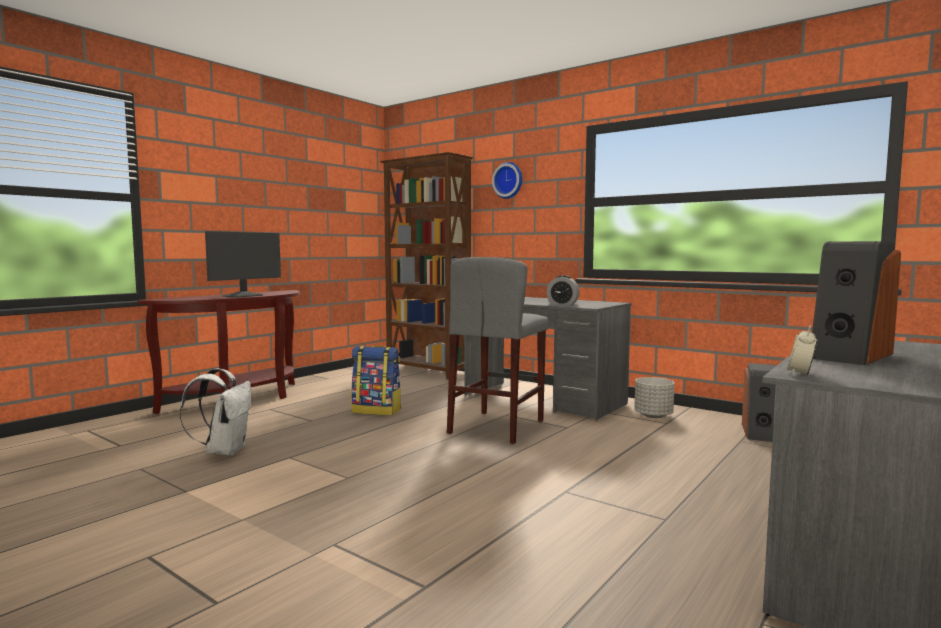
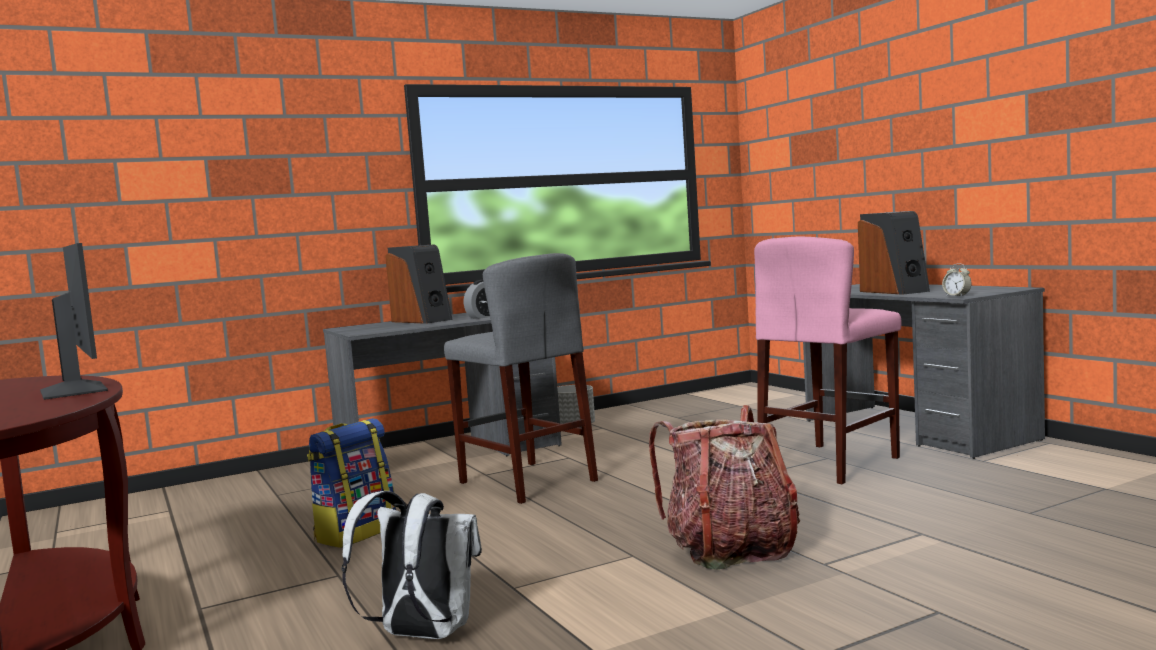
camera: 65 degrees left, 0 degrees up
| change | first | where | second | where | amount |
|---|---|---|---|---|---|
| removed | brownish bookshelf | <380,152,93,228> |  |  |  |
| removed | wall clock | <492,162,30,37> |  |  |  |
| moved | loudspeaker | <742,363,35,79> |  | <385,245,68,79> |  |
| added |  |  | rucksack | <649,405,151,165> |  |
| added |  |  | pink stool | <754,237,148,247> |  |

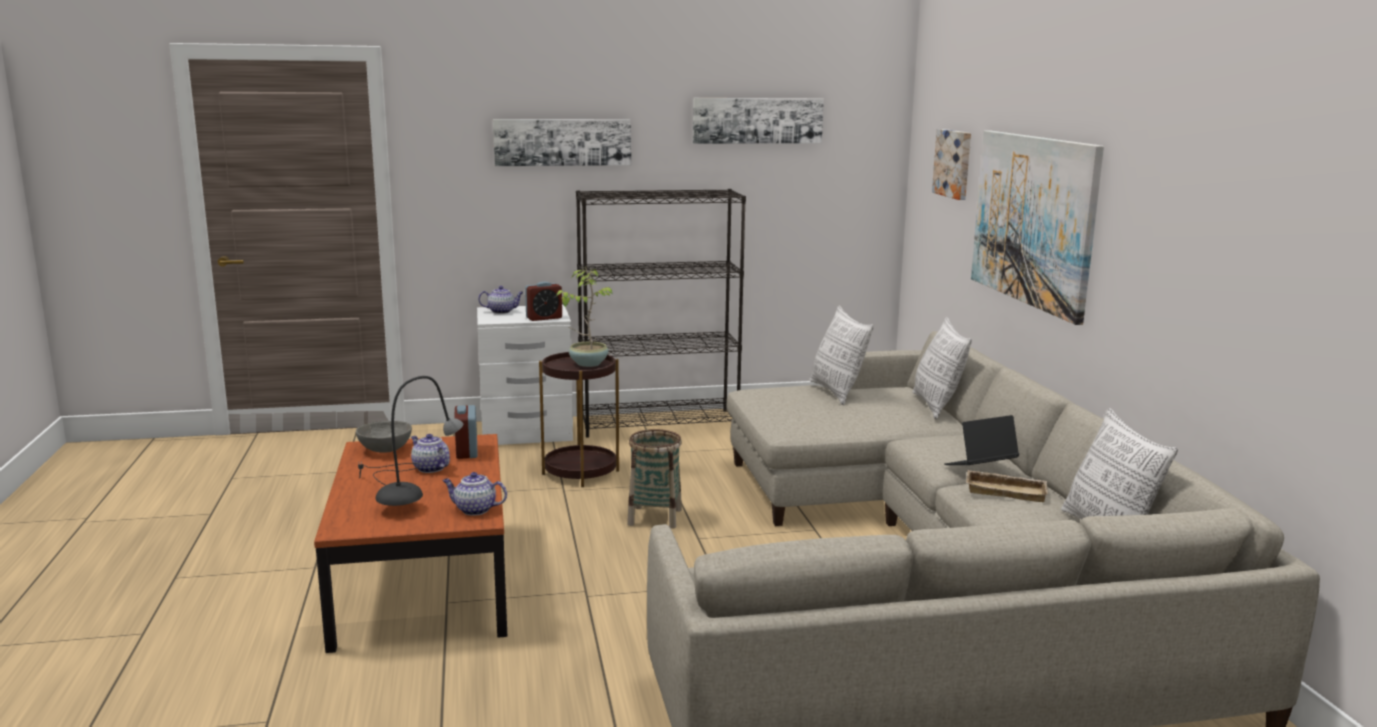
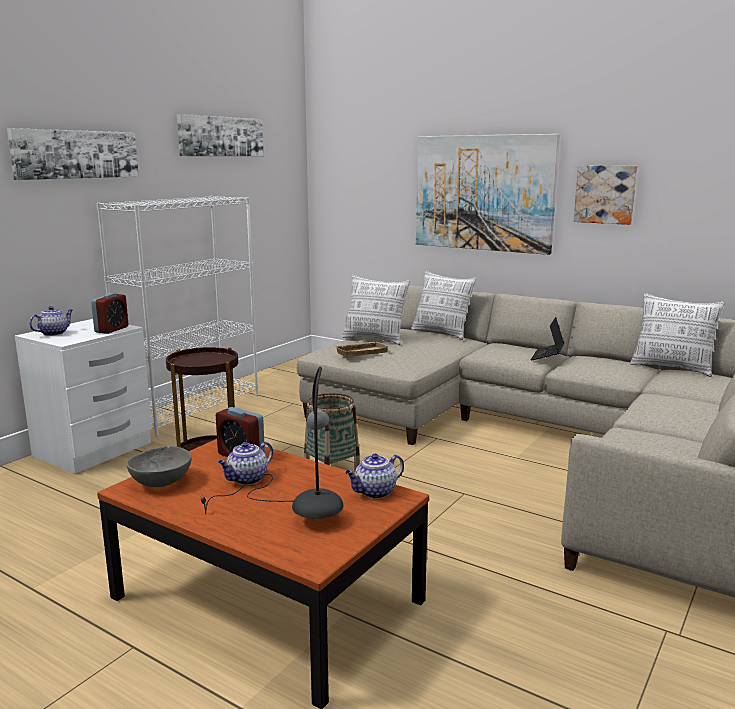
camera: 45 degrees left, 0 degrees up
| change | first | where | second | where | amount |
|---|---|---|---|---|---|
| turned | teapot | <411,434,39,39> |  | <218,442,55,43> | 45 degrees counterclockwise |
| removed | plant in a pot | <556,267,56,100> |  |  |  |
| recoloured | black bookshelf | <576,189,170,249> | white-coloured bookshelf | <96,196,162,241> |  |
| moved | picture | <932,129,39,71> |  | <574,165,63,60> |  |
| moved | beige serving tray | <966,470,82,32> |  | <335,342,54,16> |  |

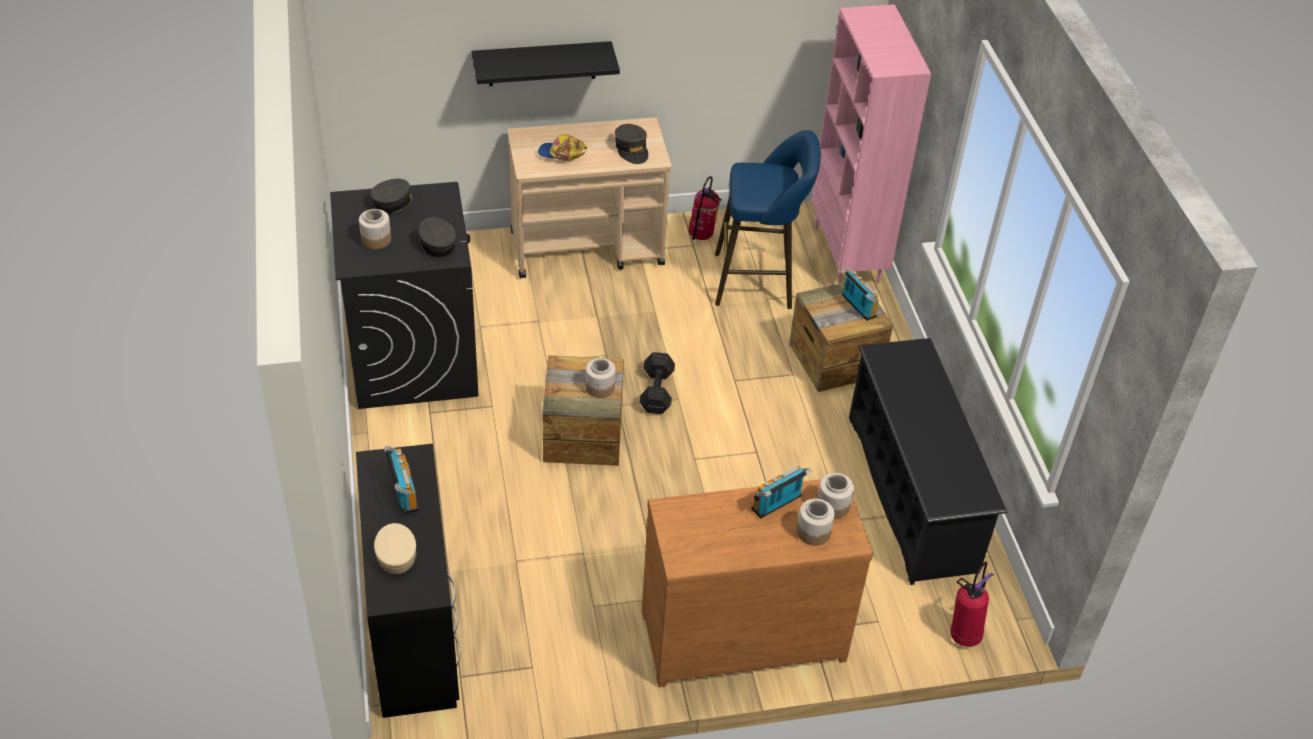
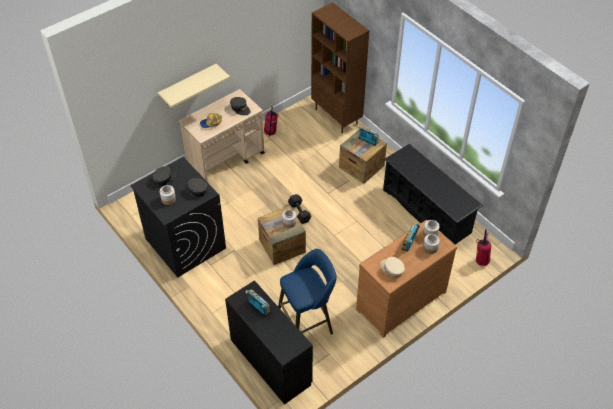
camera: 25 degrees left, 5 degrees up
| change | first | where | second | where | amount |
|---|---|---|---|---|---|
| moved | beige baseball cap | <374,523,43,51> |  | <380,257,25,21> |  |
| recoloured | black shelf | <472,41,148,45> | beige shelf | <158,64,72,44> |  |
| moved | blue stool | <715,130,106,179> |  | <278,249,59,86> |  |
| recoloured | pink bookshelf | <811,4,120,280> | brownish bookshelf | <311,2,58,131> |  |

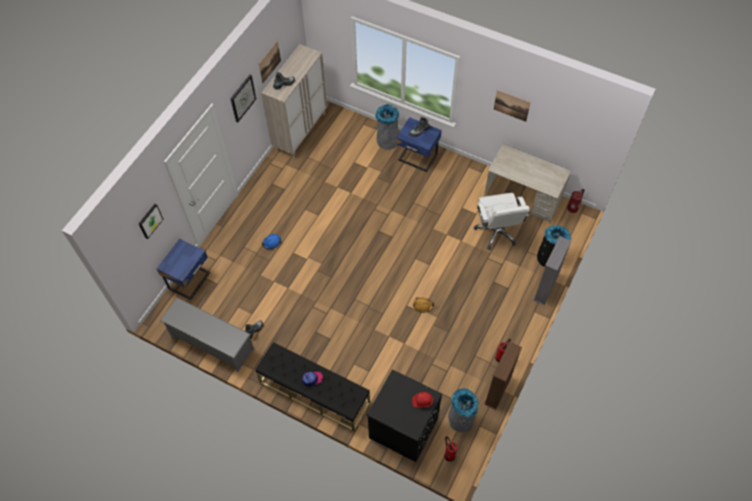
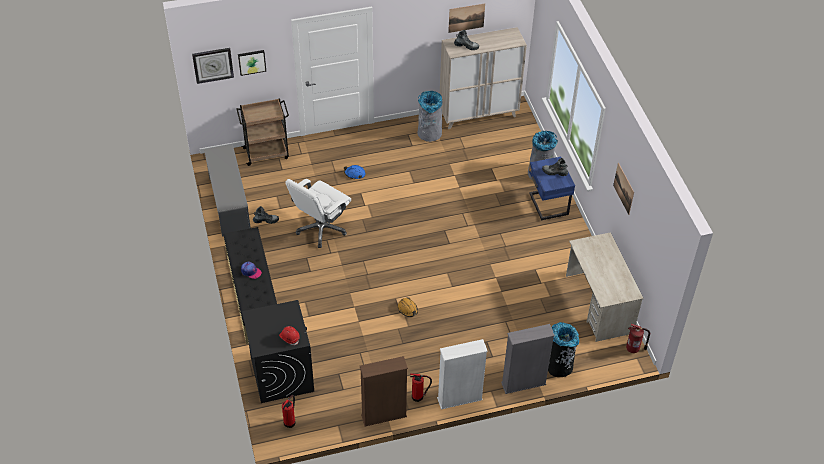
camera: 45 degrees right, 10 degrees down
| change | first | where | second | where | amount |
|---|---|---|---|---|---|
| replaced | blue nightstand | <157,239,53,61> | brownish trolley | <236,98,53,68> |  |
| moved | wall clock | <230,75,26,48> |  | <192,48,42,36> |  |
| moved | gray waste bin | <448,388,30,44> |  | <417,91,26,51> |  |
| moved | white-coloured computer chair | <474,193,55,57> |  | <285,179,66,69> |  |
| added |  |  | white-coloured bookshelf | <437,339,51,70> |  |

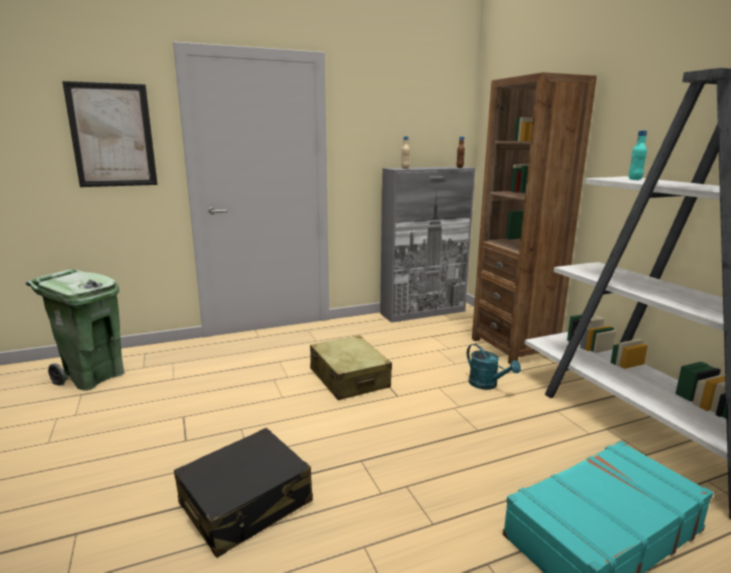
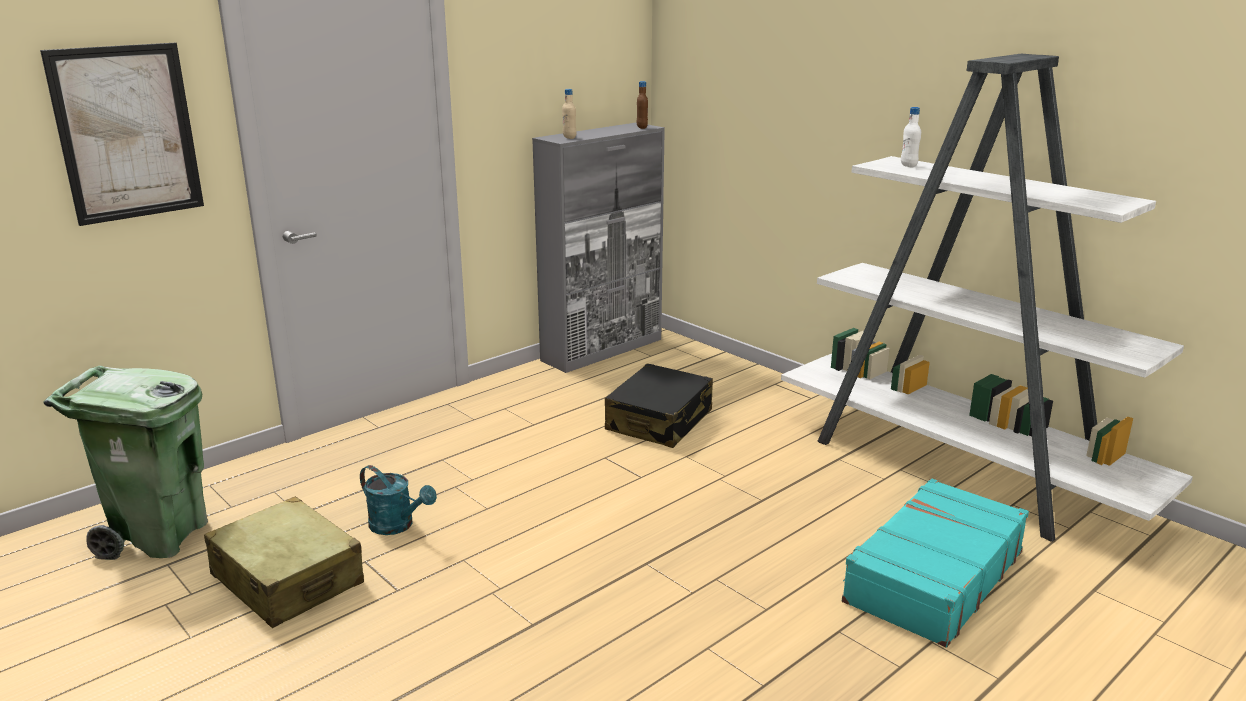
camera: 20 degrees left, 5 degrees up
| change | first | where | second | where | amount |
|---|---|---|---|---|---|
| moved | black travel case | <174,428,139,130> |  | <605,364,108,84> |  |
| moved | beige travel case | <310,335,82,65> |  | <204,496,160,132> |  |
| moved | turquoise-coloured watering can | <467,344,54,46> |  | <360,465,77,70> |  |
| removed | brownish bookshelf | <472,72,125,292> |  |  |  |
| recoloured | turquoise-coloured drink bottle | <629,130,18,50> | white-coloured drink bottle | <901,107,20,60> |  |

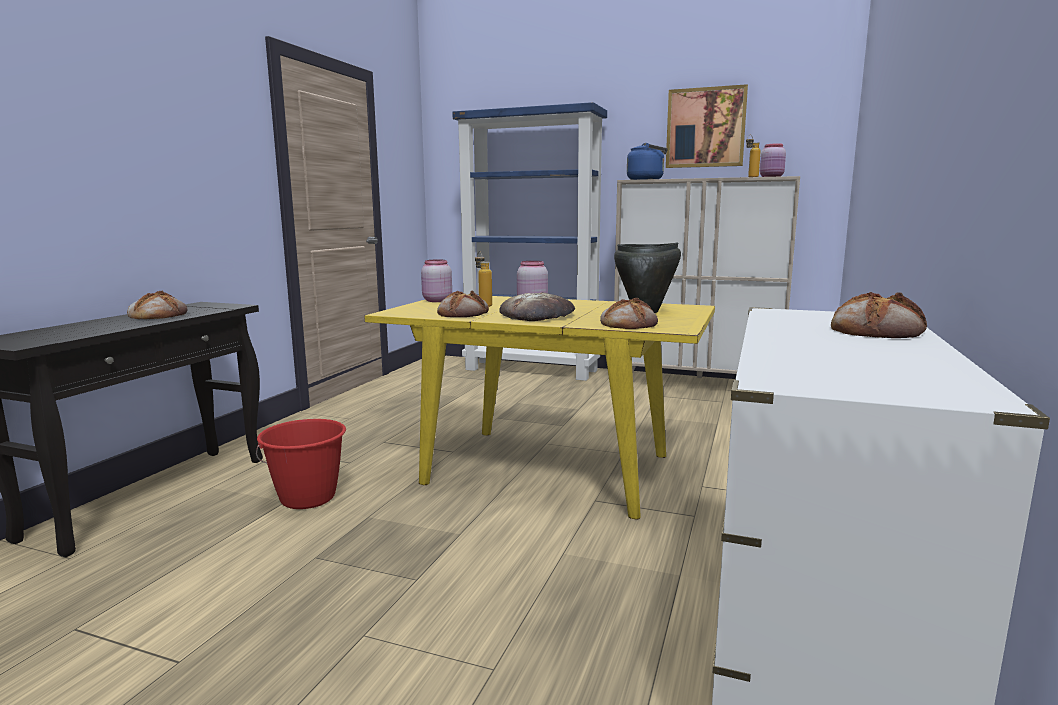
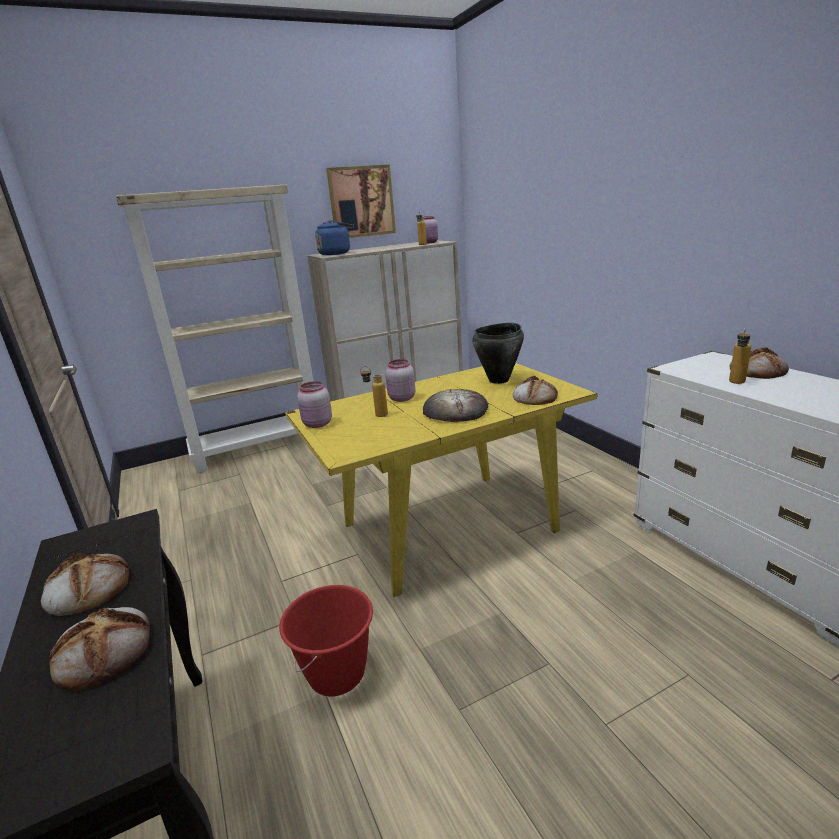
camera: 45 degrees left, 10 degrees up
| change | first | where | second | where | amount |
|---|---|---|---|---|---|
| moved | bread | <437,291,52,26> |  | <49,607,101,84> |  |
| recoloured | blue bookshelf | <452,102,155,279> | beige bookshelf | <116,184,198,289> |  |
| added |  |  | drink bottle | <729,328,22,56> |  |

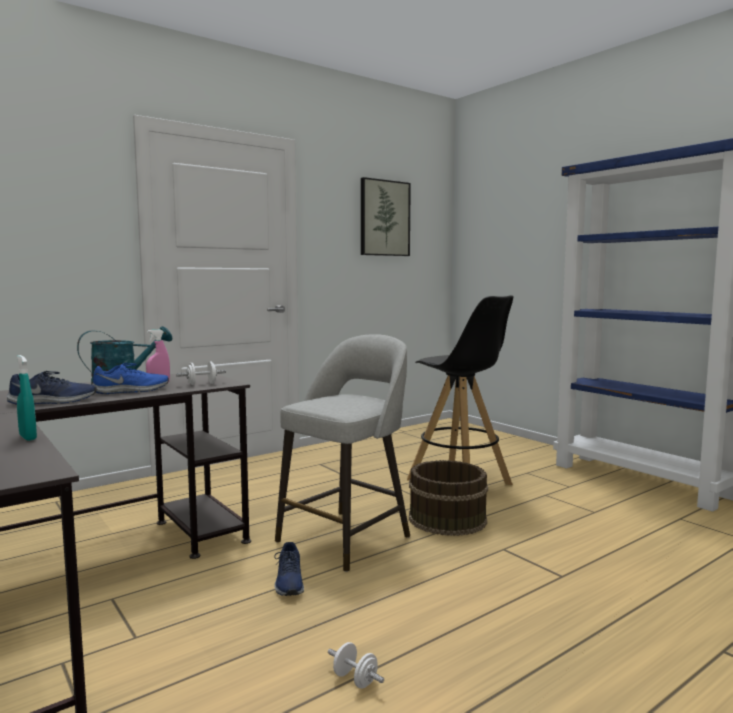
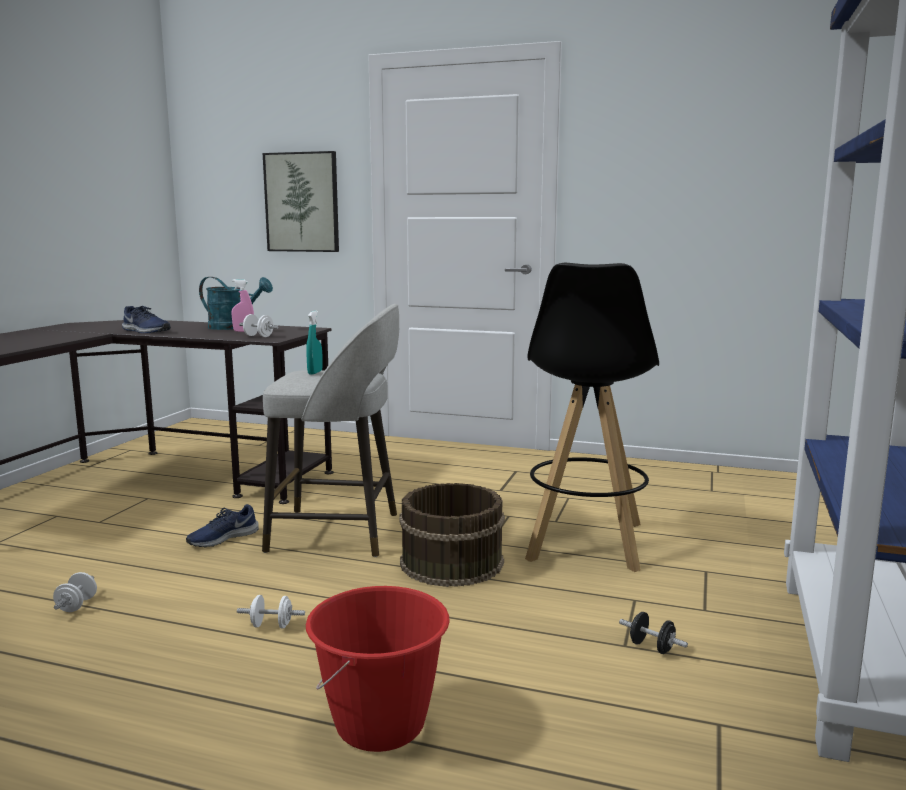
camera: 55 degrees right, 5 degrees up
| change | first | where | second | where | amount |
|---|---|---|---|---|---|
| moved | turquoise-coloured sprayer | <17,355,20,86> |  | <306,311,17,64> |  |
| removed | blue low shoe | <92,363,77,31> |  |  |  |
| moved | picture | <361,177,50,79> |  | <263,151,76,101> |  |
| added |  |  | white-coloured free weight | <237,595,68,33> |  |
| added |  |  | red pail | <306,586,144,166> |  |
| added |  |  | black free weight | <619,612,69,42> |  |

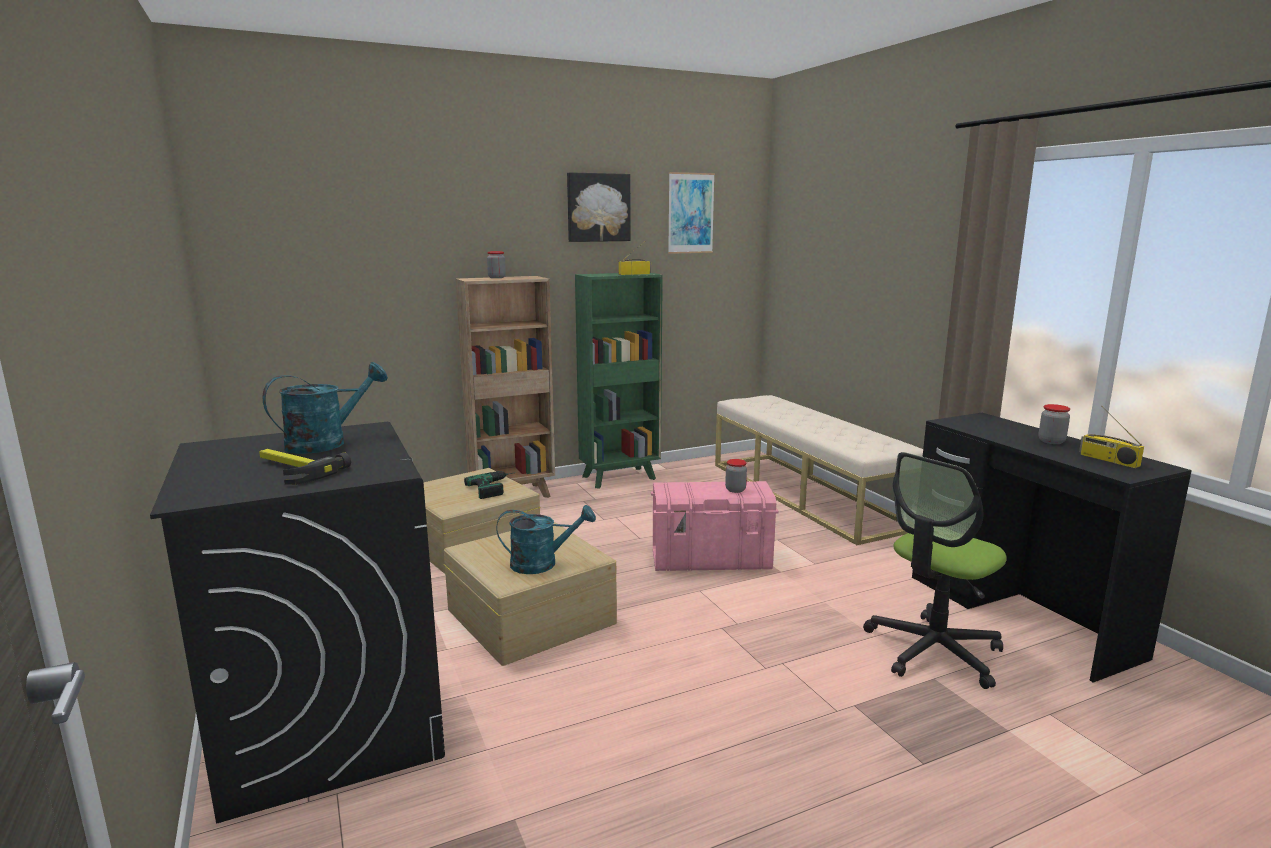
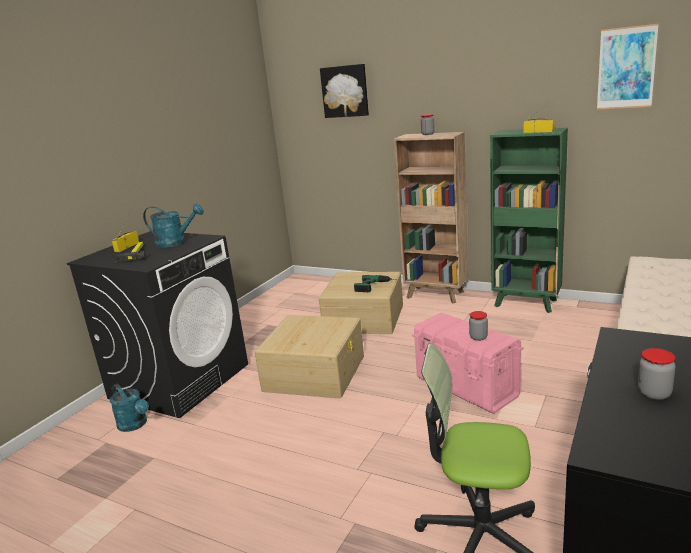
camera: 55 degrees right, 5 degrees up
| change | first | where | second | where | amount |
|---|---|---|---|---|---|
| moved | turquoise-coloured watering can | <497,505,99,69> |  | <110,384,39,48> |  |
| moved | picture | <567,172,63,70> |  | <320,64,49,54> |  |
| moved | radio receiver | <1079,406,65,62> |  | <111,214,28,38> |  |

